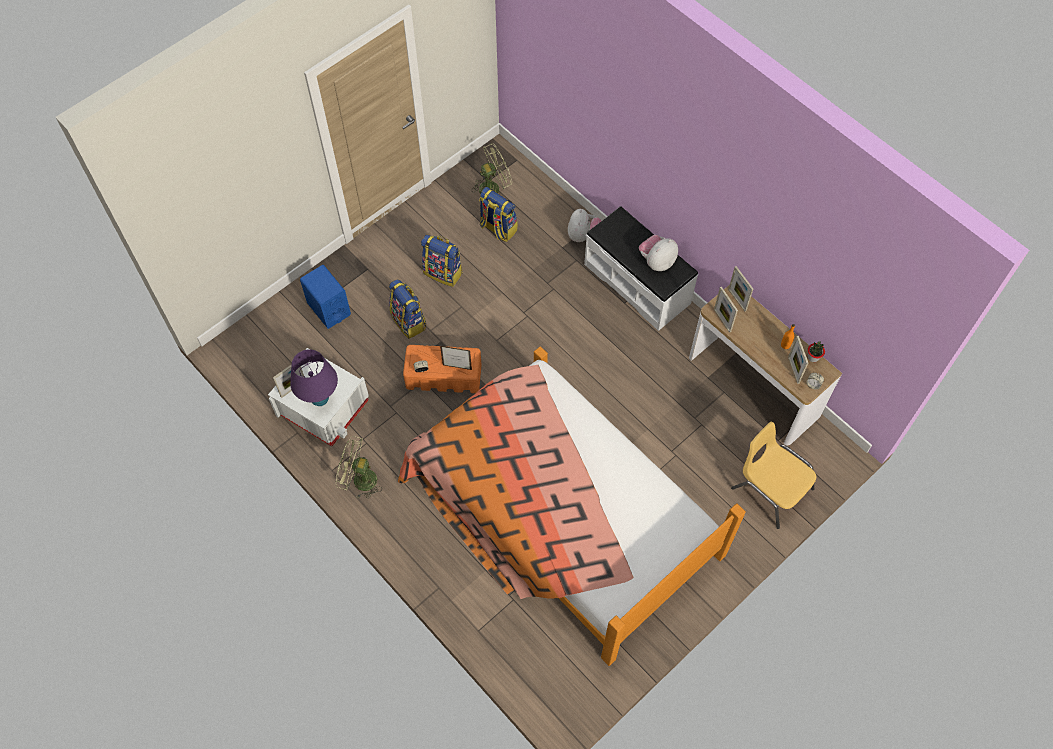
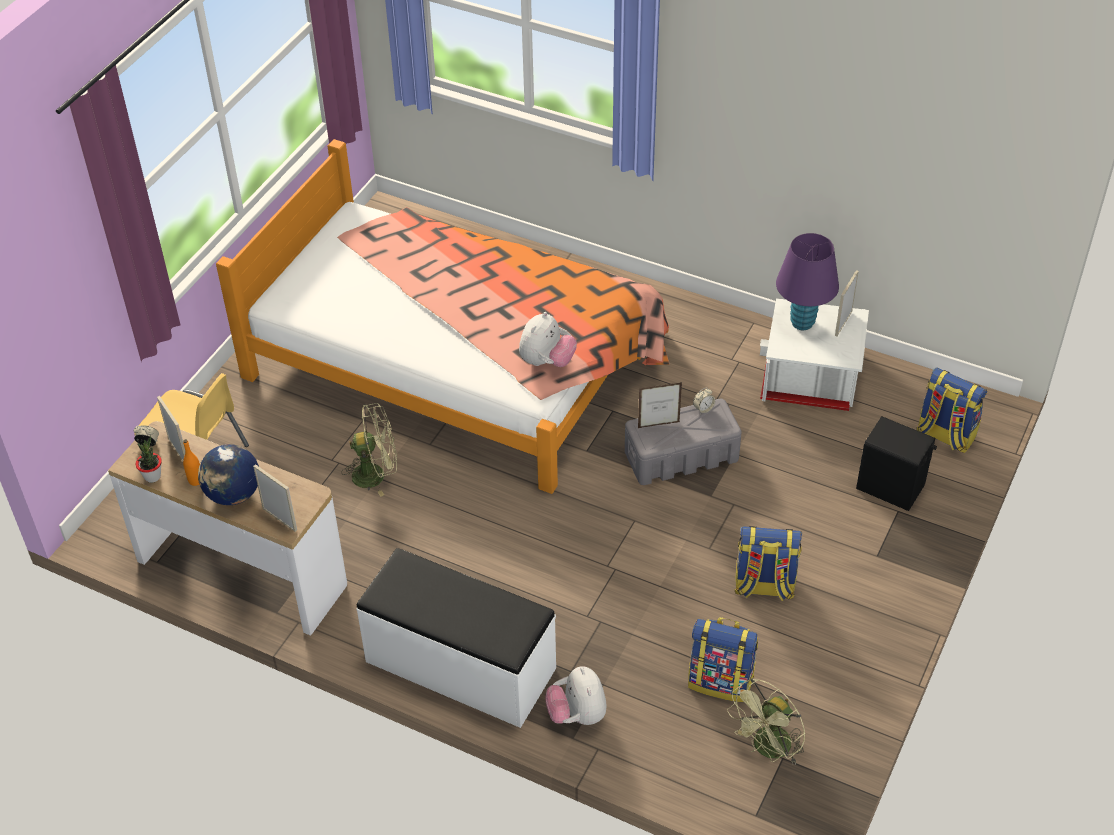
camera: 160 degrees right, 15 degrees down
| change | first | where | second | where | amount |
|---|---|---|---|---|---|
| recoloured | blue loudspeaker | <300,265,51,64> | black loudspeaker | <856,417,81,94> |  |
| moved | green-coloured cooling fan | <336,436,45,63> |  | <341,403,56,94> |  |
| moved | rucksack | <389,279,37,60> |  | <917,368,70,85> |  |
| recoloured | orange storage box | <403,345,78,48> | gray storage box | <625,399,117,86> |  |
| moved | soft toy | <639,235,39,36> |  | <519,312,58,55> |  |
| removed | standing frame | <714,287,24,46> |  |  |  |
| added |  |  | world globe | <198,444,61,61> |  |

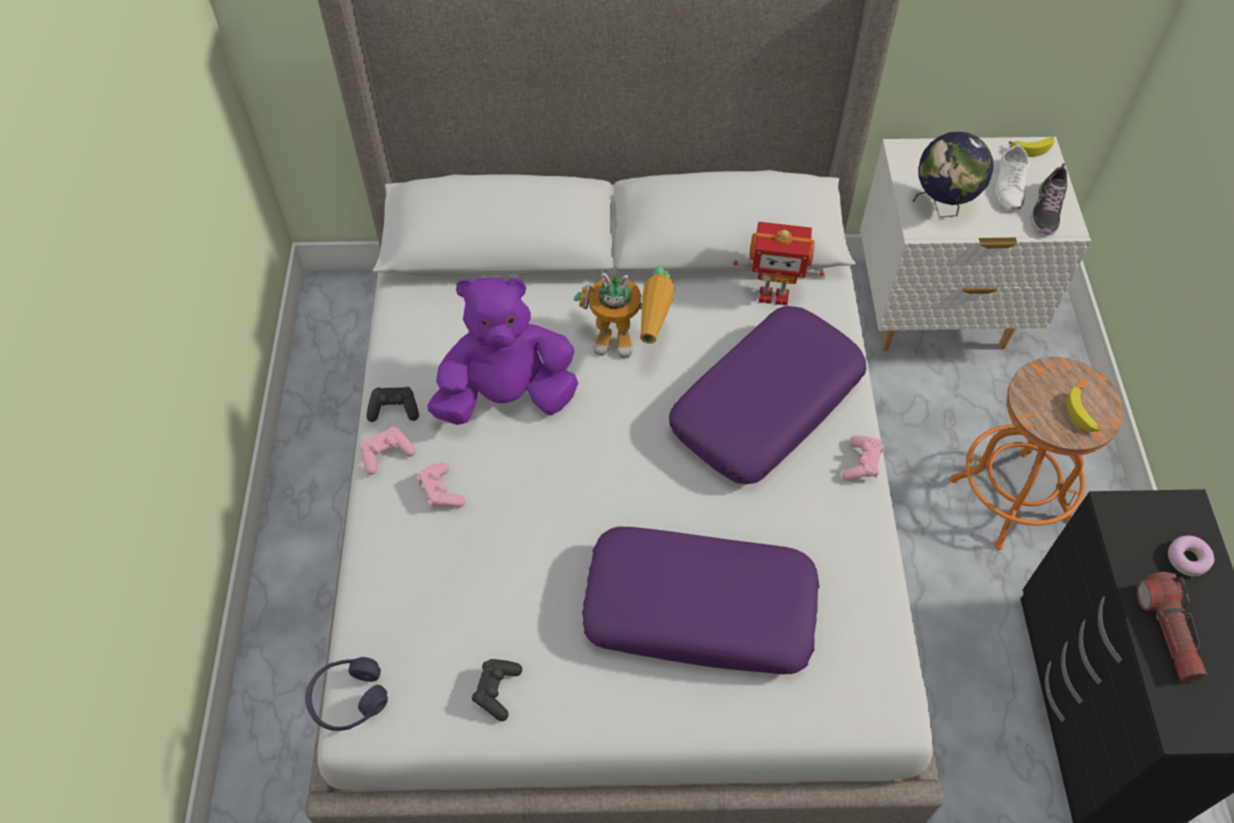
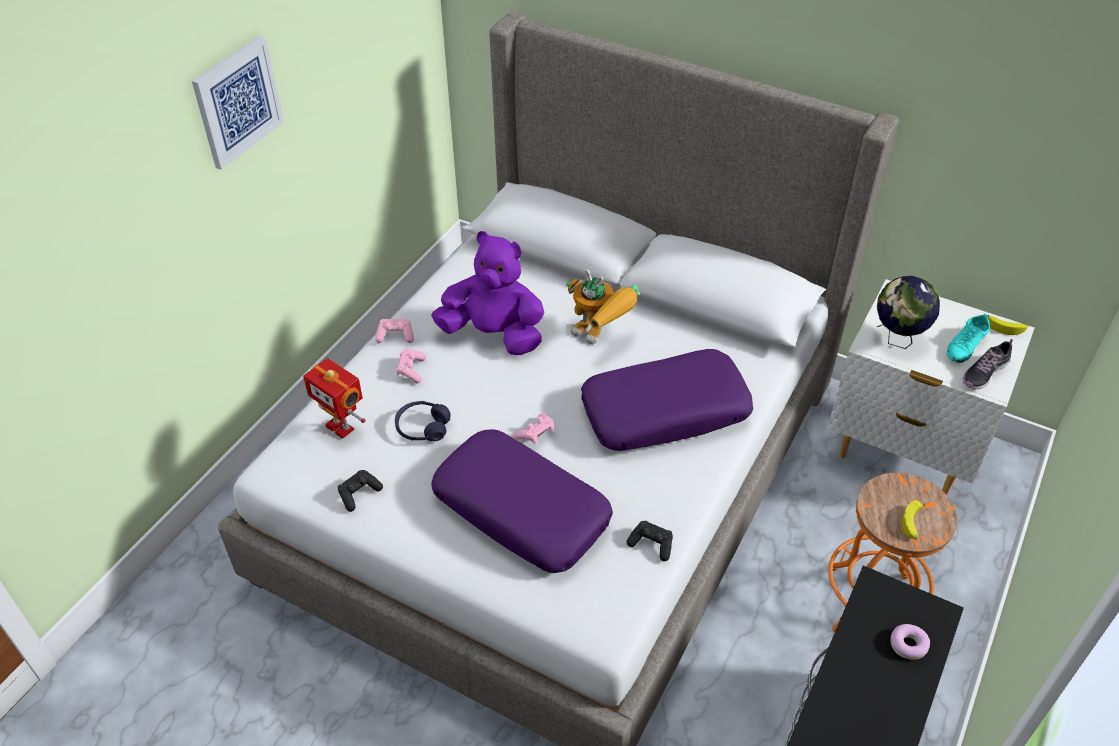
camera: 30 degrees right, 10 degrees down
| change | first | where | second | where | amount |
|---|---|---|---|---|---|
| moved | purple pair of headphones | <305,657,83,74> |  | <395,401,56,40> |  |
| moved | black gamepad | <366,387,53,35> |  | <627,521,46,40> |  |
| moved | toy robot | <733,222,91,84> |  | <303,358,62,81> |  |
| moved | pink gamepad | <842,436,42,45> |  | <513,414,42,31> |  |
| recoloured | white-coloured low shoe | <994,143,36,68> | turquoise-coloured low shoe | <947,314,43,49> |  |
| removed | torch | <1137,572,70,110> |  |  |  |
| added |  |  | picture | <192,36,92,134> |  |

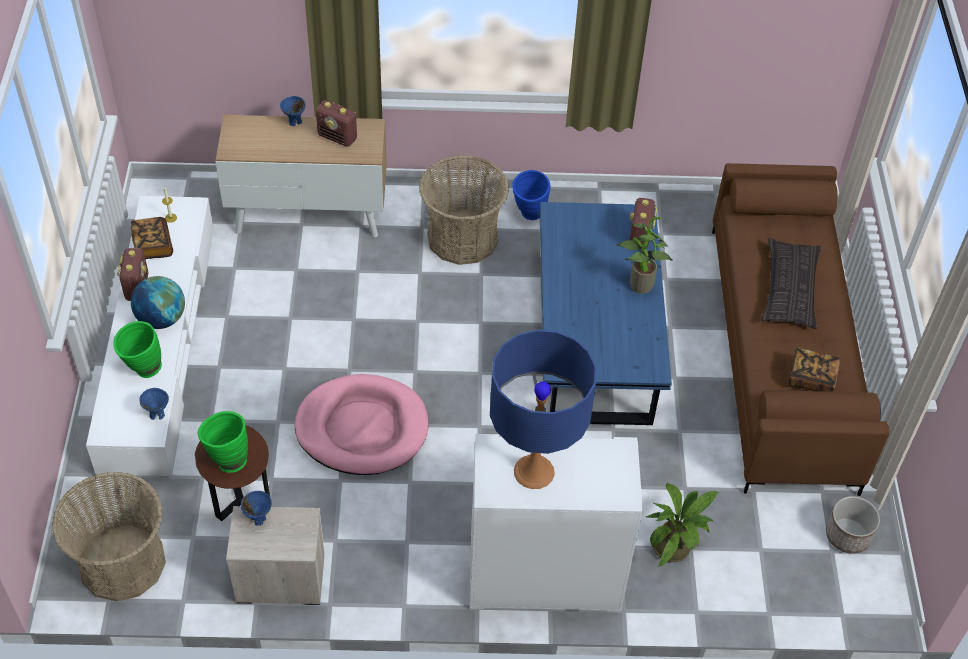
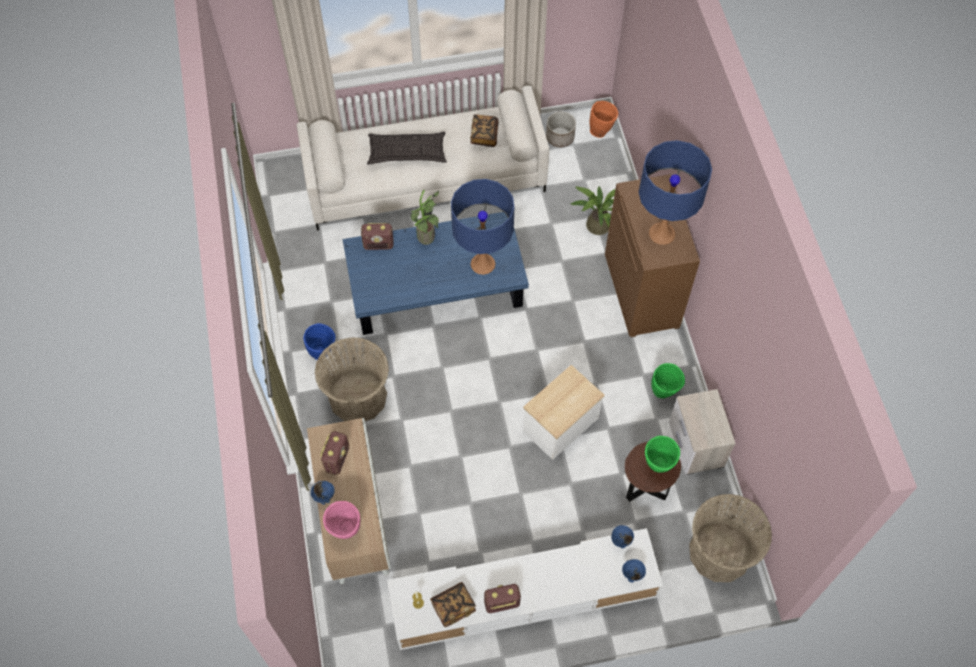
camera: 100 degrees left, 10 degrees up
| change | first | where | second | where | amount |
|---|---|---|---|---|---|
| moved | green-coloured flower vase | <113,321,49,57> |  | <651,363,34,36> |  |
| removed | world globe | <131,276,54,53> |  |  |  |
| moved | blue serving bowl | <241,491,31,35> |  | <622,559,24,24> |  |
| replaced | pink dog bed | <295,374,134,101> | end table | <523,365,82,95> |  |
| recoloured | white-coloured cabinet | <470,434,173,179> | brownish cabinet | <605,174,95,163> |  |
| recoloured | brownish sofa | <712,163,177,333> | white-coloured sofa | <296,86,253,145> |  |
| added |  |  | pink flower vase | <323,501,37,38> |  |
| added |  |  | blue table lamp | <451,179,63,96> |  |
| added |  |  | orange flower vase | <589,101,29,37> |  |

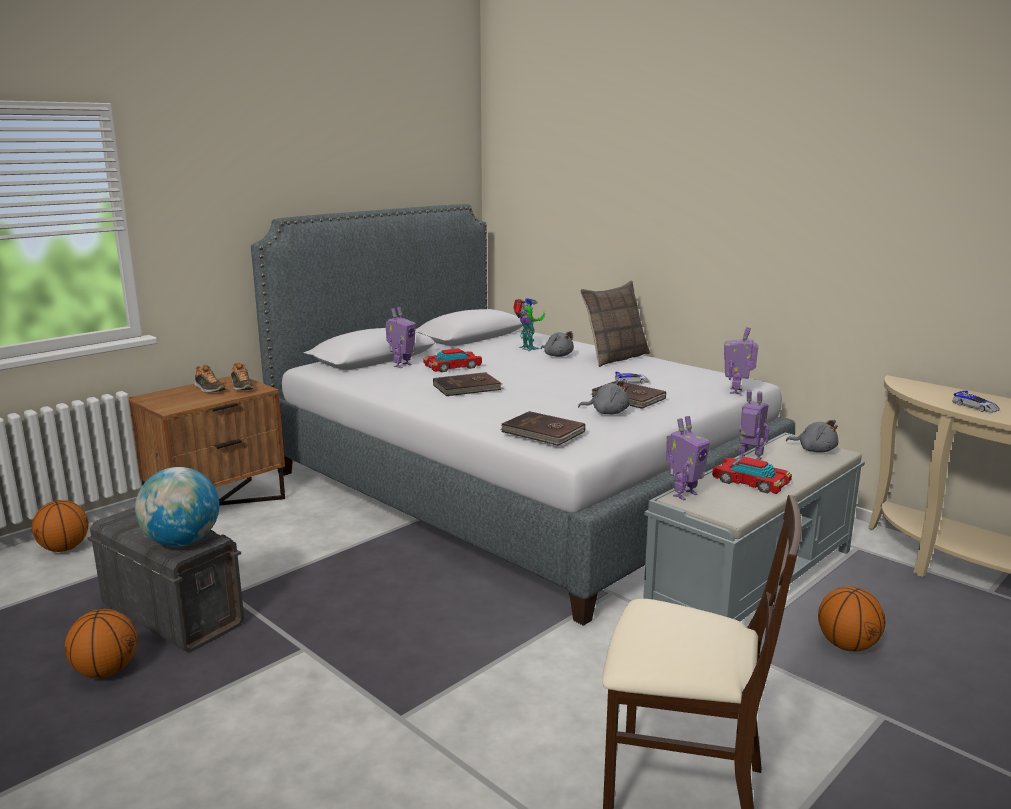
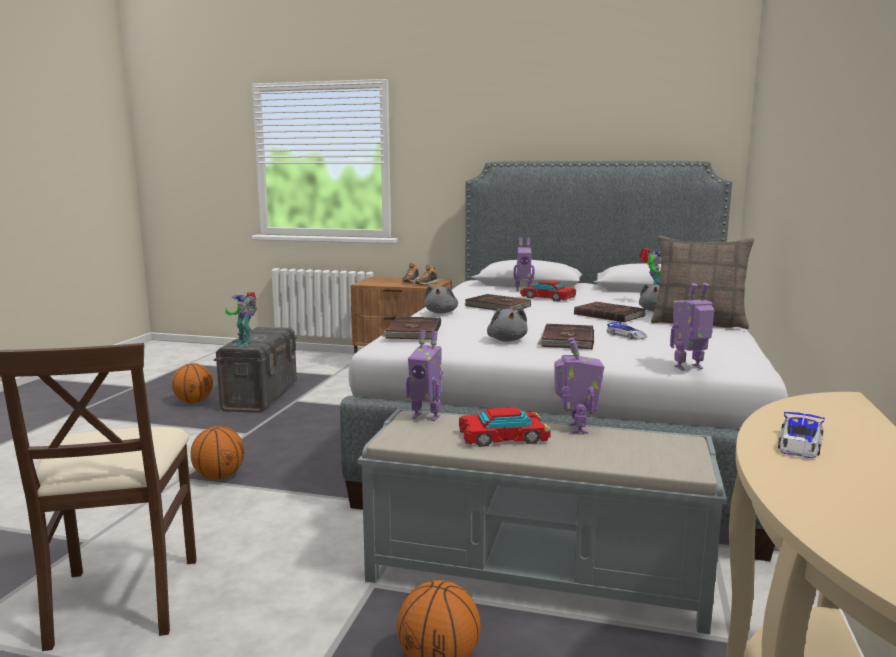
camera: 60 degrees right, 5 degrees down
| change | first | where | second | where | amount |
|---|---|---|---|---|---|
| moved | basketball ball | <32,500,57,52> |  | <190,426,55,54> |  |
| replaced | world globe | <135,467,84,80> | toy robot | <225,292,32,55> |  |
| turned | toy car | <712,457,80,37> |  | <459,407,92,40> | 105 degrees counterclockwise |
| moved | gray soft toy | <786,420,52,33> |  | <424,285,34,29> |  |
| added |  |  | brownish volume | <574,302,72,20> |  |

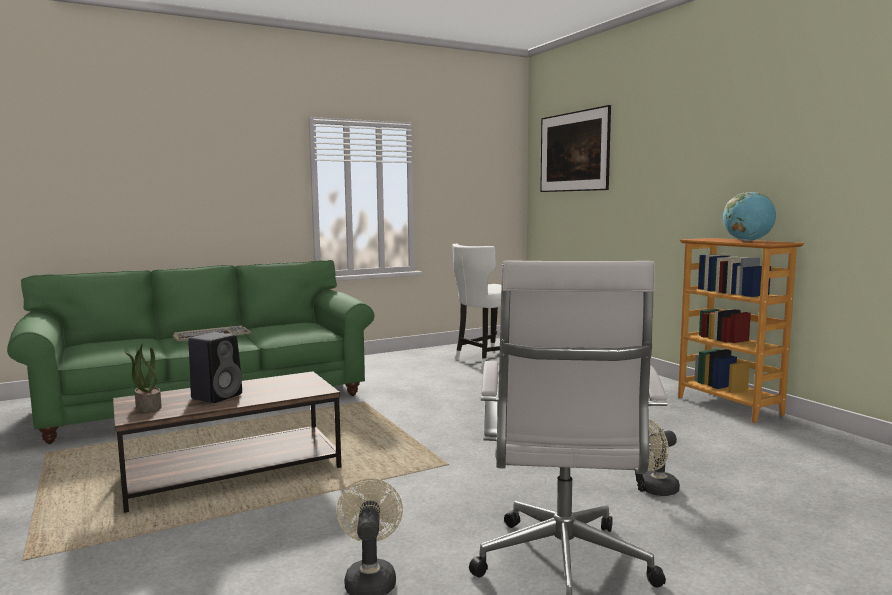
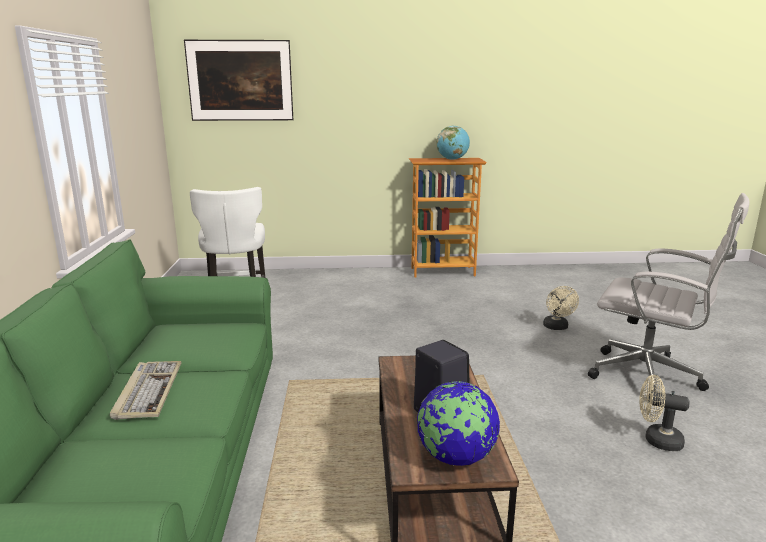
camera: 65 degrees left, 10 degrees up
| change | first | where | second | where | amount |
|---|---|---|---|---|---|
| replaced | plant in a pot | <125,343,37,69> | world globe | <417,381,83,85> |  |

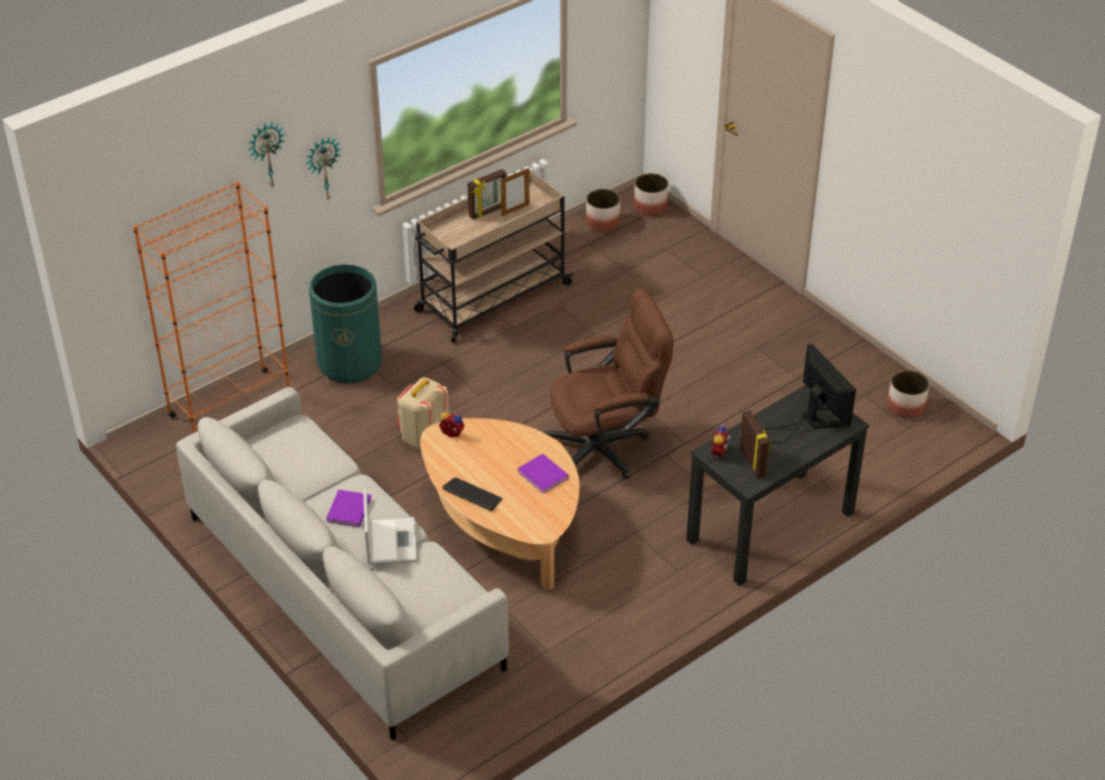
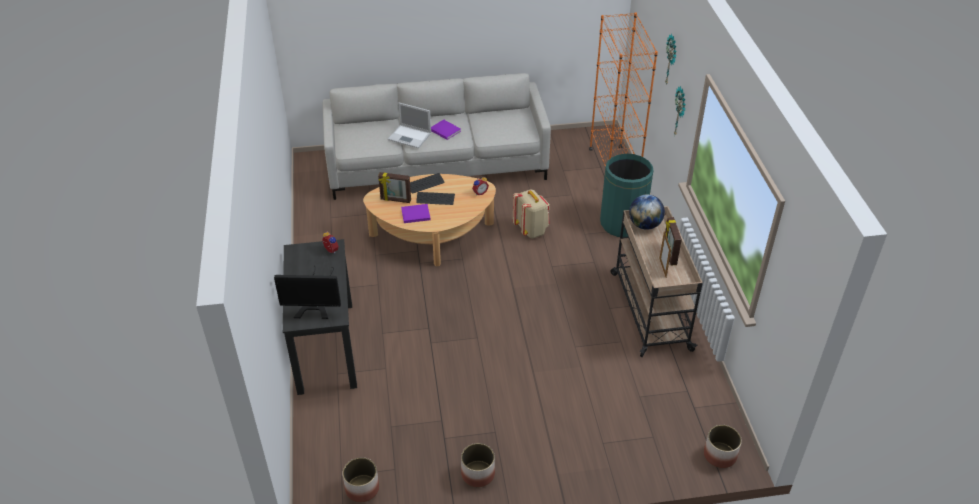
camera: 120 degrees right, 0 degrees up
| change | first | where | second | where | amount |
|---|---|---|---|---|---|
| removed | brownish computer chair | <544,288,130,191> |  |  |  |
| moved | plant pot | <586,189,34,43> |  | <461,443,34,44> |  |
| moved | standing frame | <739,410,32,68> |  | <378,172,33,31> |  |
| added |  |  | computer keyboard | <416,192,39,13> |  |
| added |  |  | world globe | <629,194,36,36> |  |

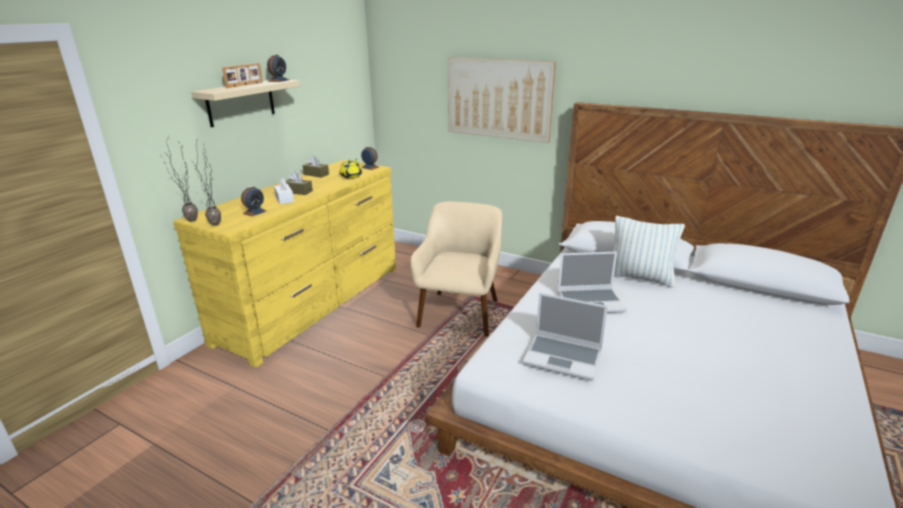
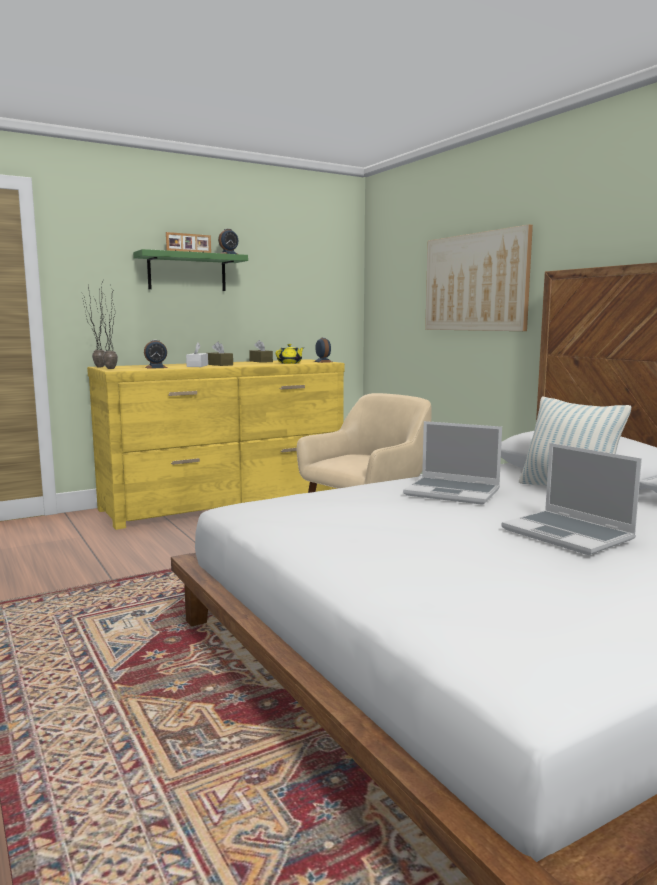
camera: 30 degrees right, 15 degrees down
| change | first | where | second | where | amount |
|---|---|---|---|---|---|
| recoloured | beige shelf | <191,80,109,47> | green-coloured shelf | <133,249,115,42> |  |
| moved | portable computer | <523,293,85,88> |  | <502,443,140,112> |  |

